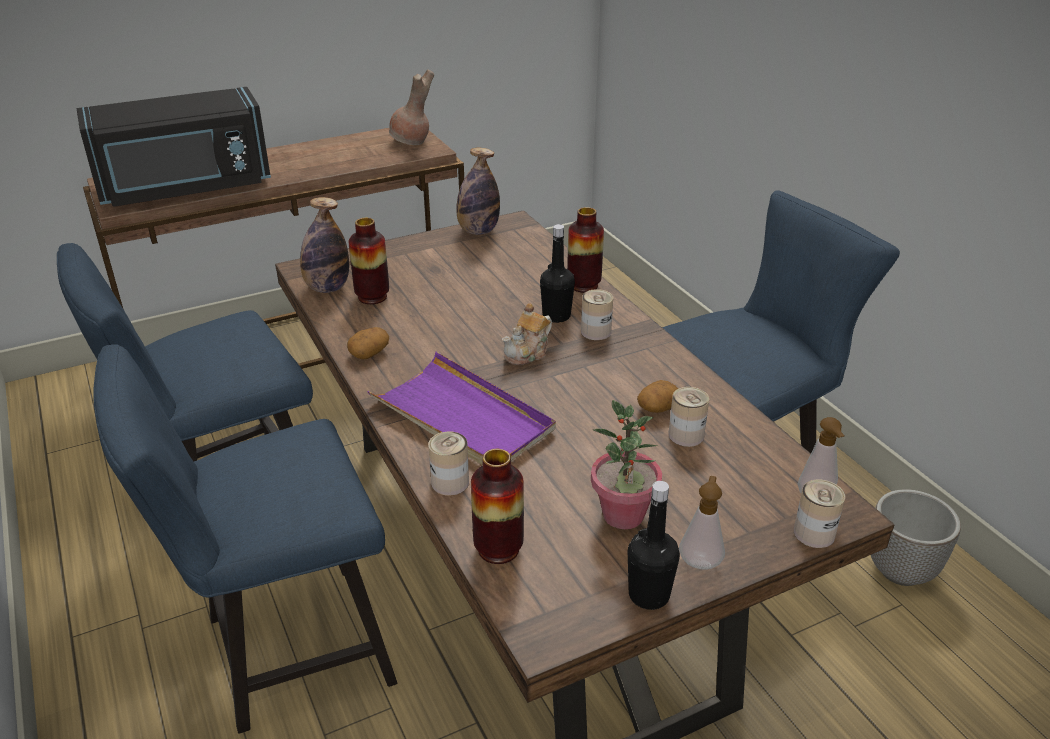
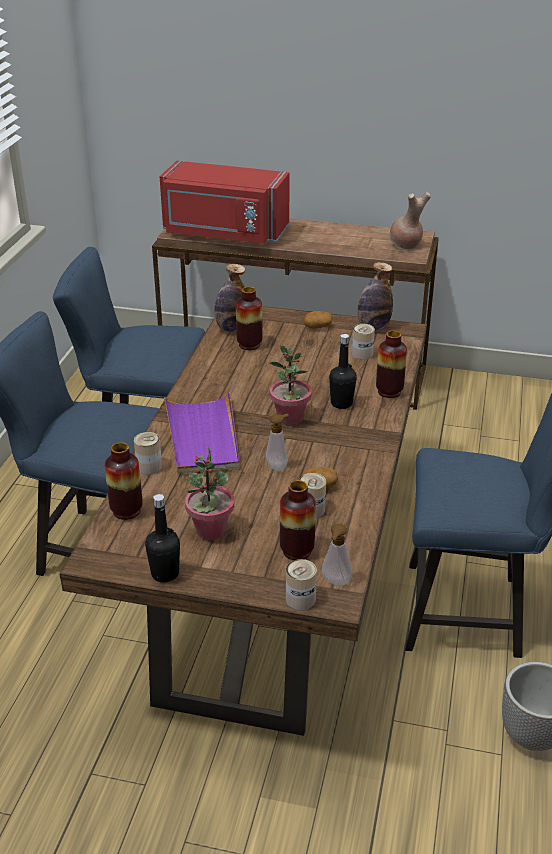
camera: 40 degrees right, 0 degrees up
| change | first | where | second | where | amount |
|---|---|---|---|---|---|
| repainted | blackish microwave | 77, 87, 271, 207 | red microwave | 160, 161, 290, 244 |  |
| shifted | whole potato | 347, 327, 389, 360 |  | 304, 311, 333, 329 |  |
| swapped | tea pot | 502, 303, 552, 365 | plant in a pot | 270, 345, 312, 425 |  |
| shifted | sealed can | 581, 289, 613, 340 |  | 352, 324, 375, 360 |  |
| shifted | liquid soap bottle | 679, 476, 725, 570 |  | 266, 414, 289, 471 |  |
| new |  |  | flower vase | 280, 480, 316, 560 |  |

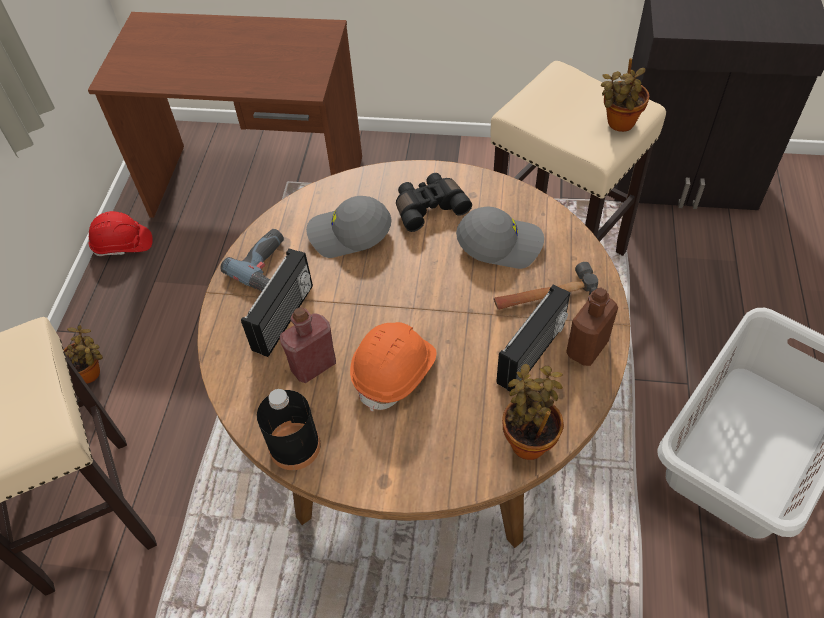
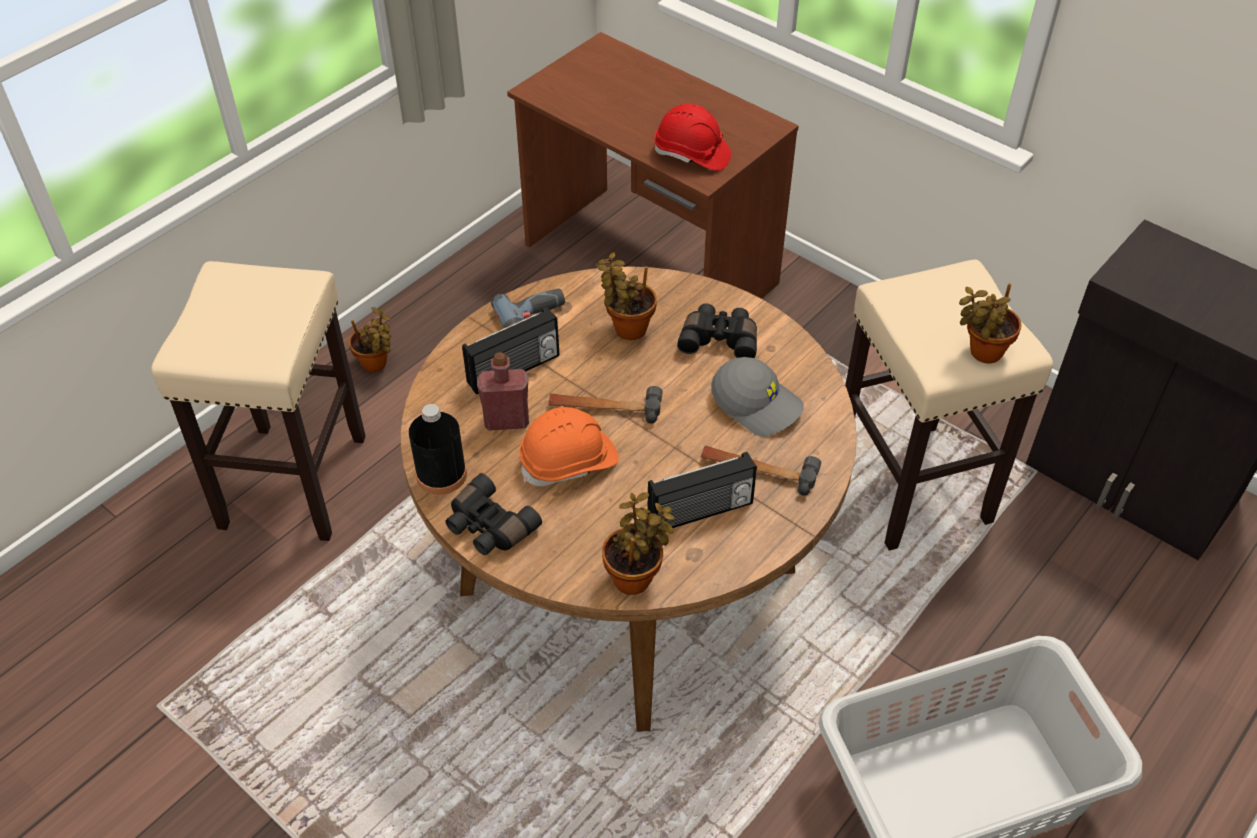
camera: 30 degrees right, 5 degrees down
| change | first | where | second | where | amount |
|---|---|---|---|---|---|
| shifted | red safety helmet | 88, 211, 153, 256 |  | 654, 104, 731, 171 |  |
| swapped | greyish cap | 306, 196, 392, 258 | plant in a pot | 597, 252, 657, 340 |  |
| gone | brownish drink bottle | 566, 287, 618, 366 |  |  |  |
| new |  |  | blackish field glasses | 445, 473, 542, 555 |  |
| new |  |  | hammer | 548, 386, 663, 424 |  |

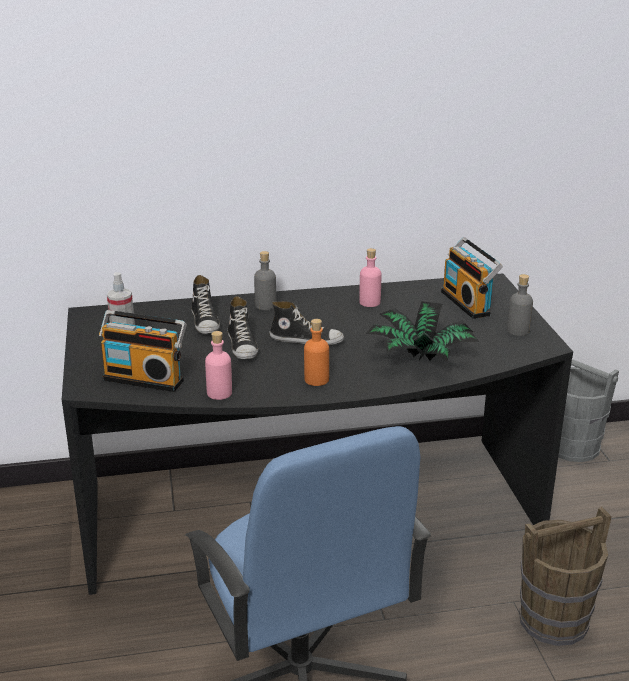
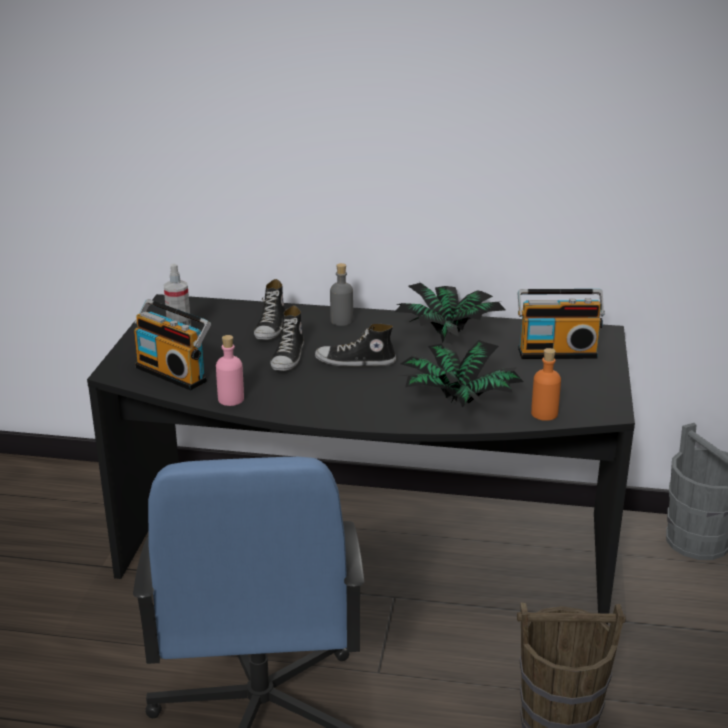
camera: 20 degrees right, 0 degrees up
| change | first | where | second | where | amount |
|---|---|---|---|---|---|
| rotated | low shoe | 269, 301, 344, 345 |  | 315, 324, 396, 367 | 150 degrees clockwise |
| shifted | orangey drink bottle | 304, 319, 329, 386 |  | 531, 348, 561, 421 |  |
| swapped | pink drink bottle | 359, 248, 381, 307 | plant in a pot | 394, 282, 506, 343 |  |
| rotated | radio set | 441, 237, 503, 319 |  | 517, 289, 605, 359 | 90 degrees counterclockwise |
| gone | greyish drink bottle | 507, 274, 533, 336 |  |  |  |

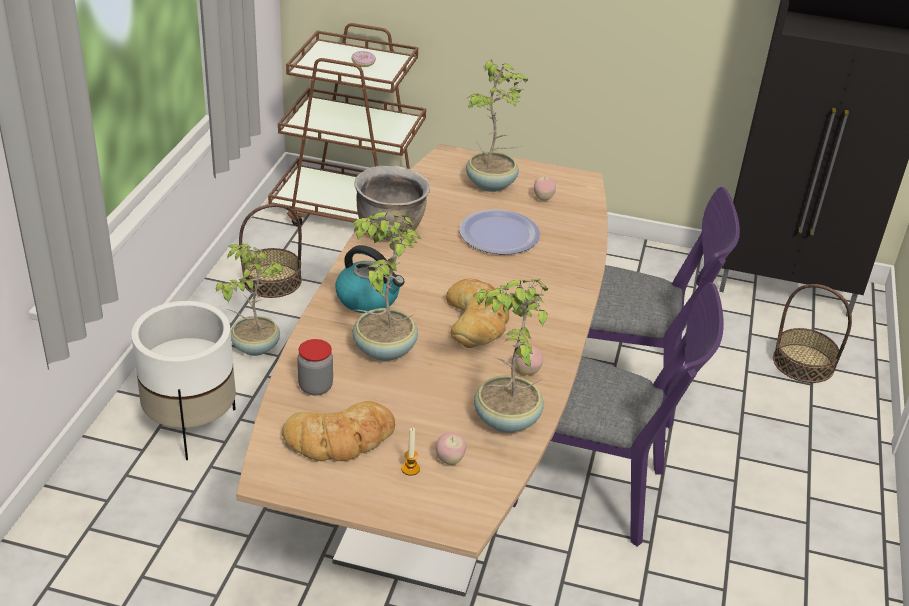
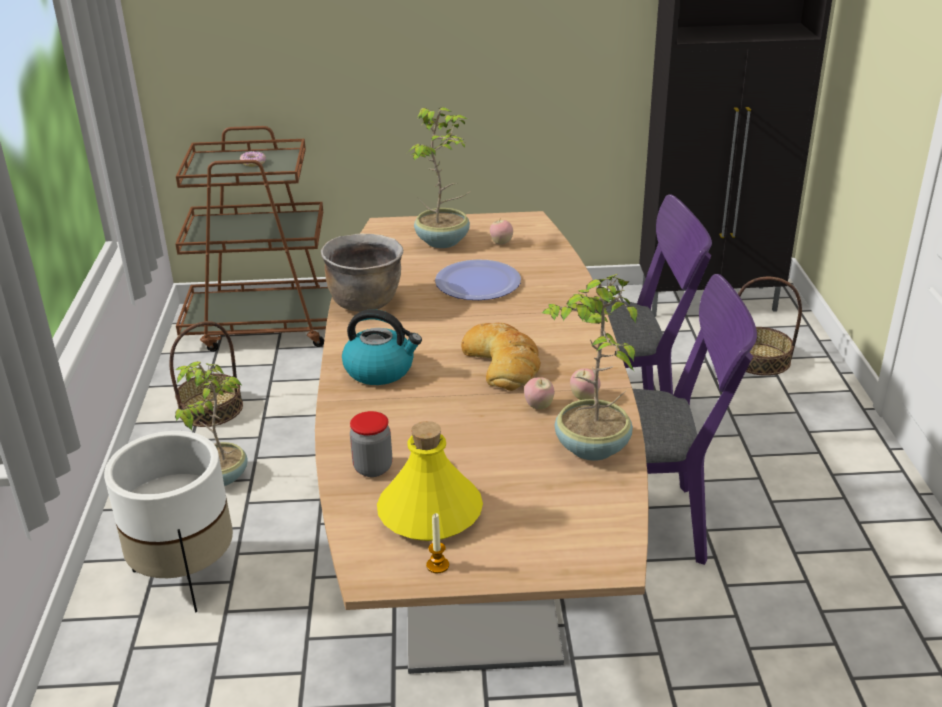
camera: 15 degrees left, 5 degrees down
| change | first | where | second | where | amount |
|---|---|---|---|---|---|
| swapped | baked bread | 282, 401, 395, 461 | yellow-coloured drink bottle | 377, 421, 483, 541 |  |
| gone | plant in a pot | 351, 212, 421, 361 |  |  |  |
| shifted | wax light | 401, 428, 420, 476 |  | 426, 513, 449, 573 |  |
| shifted | apple | 436, 432, 466, 465 |  | 524, 377, 554, 410 |  |

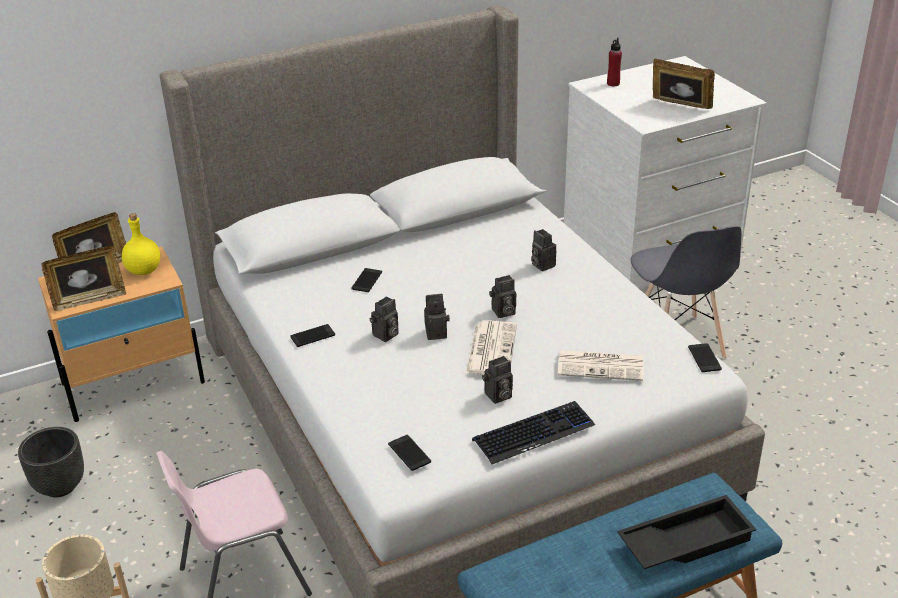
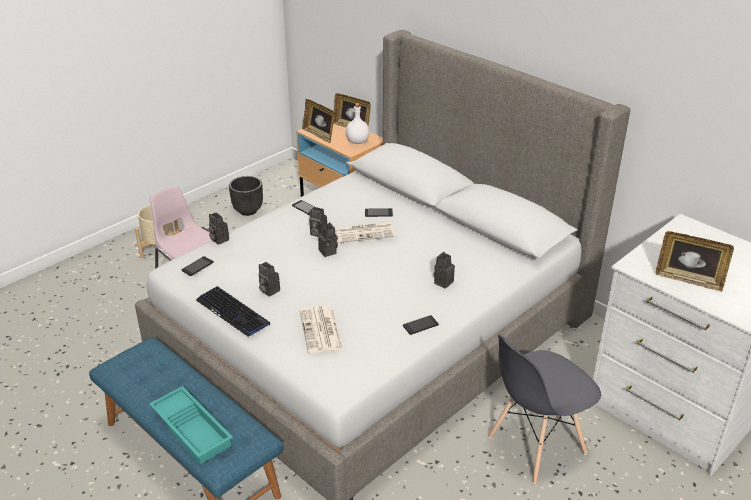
camera: 70 degrees right, 0 degrees up
| change | first | where | second | where | amount |
|---|---|---|---|---|---|
| repainted | yellow-coloured drink bottle | 122, 213, 160, 275 | white drink bottle | 346, 103, 370, 144 |  |
| shifted | printed paper | 466, 321, 517, 375 |  | 335, 222, 395, 243 |  |
| shifted | photo camera | 489, 275, 516, 318 |  | 209, 212, 229, 245 |  |
| gone | red drink bottle | 607, 38, 622, 86 |  |  |  |
| repainted | blackish tray | 617, 495, 756, 569 | turquoise tray | 149, 386, 233, 464 |  |
| rotated | picture frame | 653, 58, 715, 109 |  | 656, 231, 734, 292 | 105 degrees clockwise |
| shifted | phone | 688, 343, 722, 372 |  | 403, 315, 439, 335 |  |

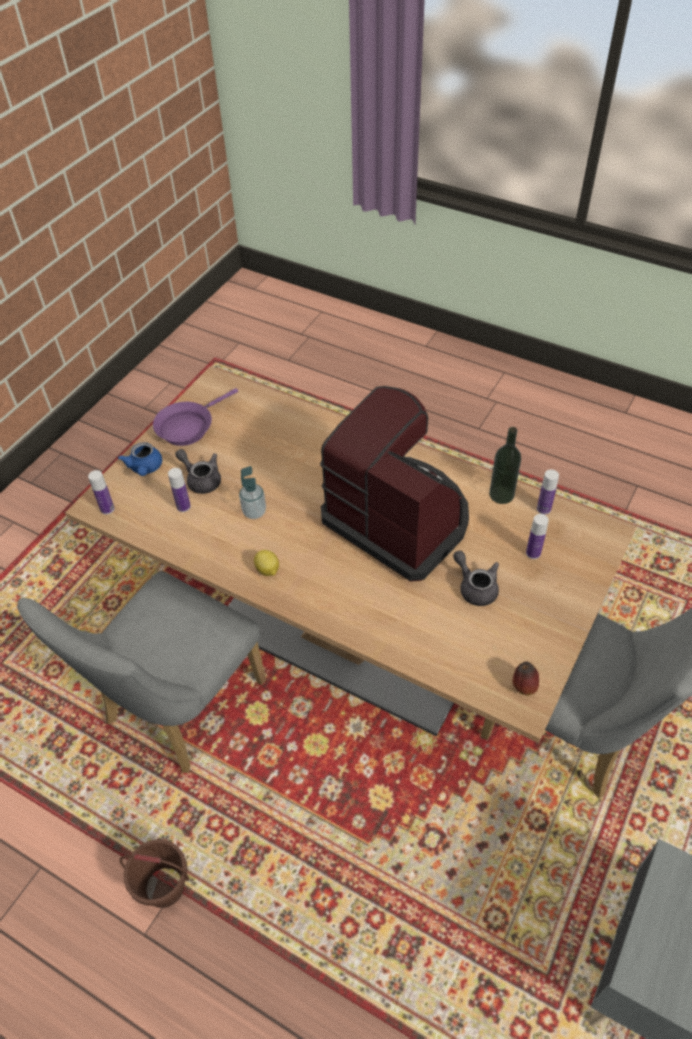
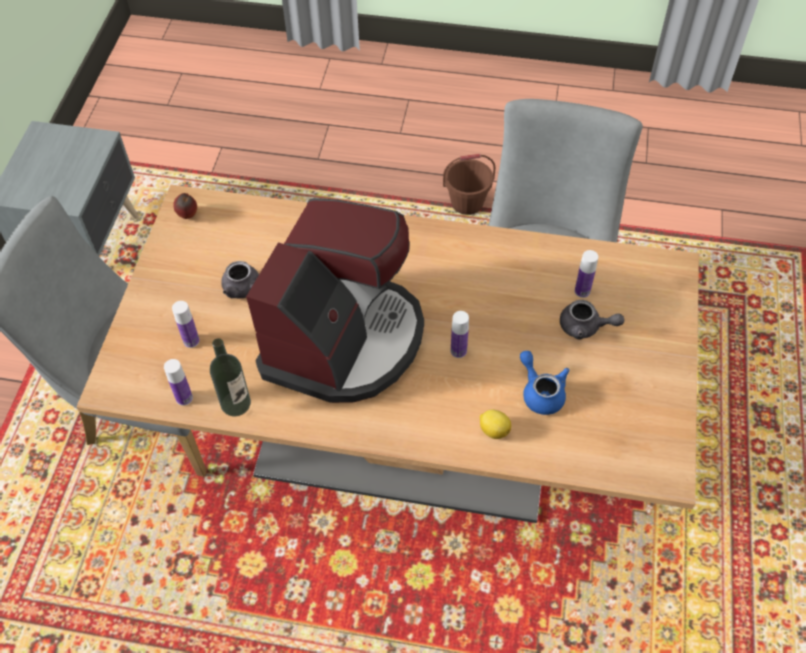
camera: 160 degrees right, 5 degrees up
| change | first | where | second | where | amount |
|---|---|---|---|---|---|
| shifted | drink bottle | 88, 470, 115, 514 |  | 451, 311, 469, 358 |  |
| shifted | blue tea pot | 118, 442, 162, 476 |  | 520, 351, 570, 415 |  |
| gone | purple skillet | 153, 388, 238, 446 |  |  |  |
| gone | liquid soap bottle | 239, 466, 266, 519 |  |  |  |
| shifted | whole lemon | 254, 550, 279, 576 |  | 480, 410, 511, 439 |  |
| rotated | coffee maker | 320, 386, 469, 582 |  | 246, 198, 424, 403 | 90 degrees counterclockwise |

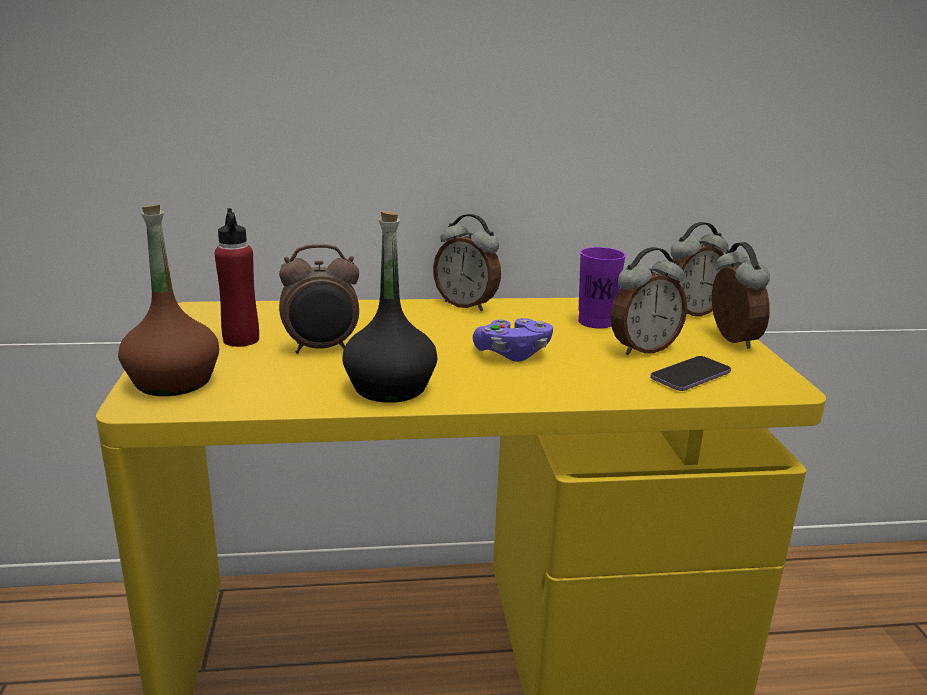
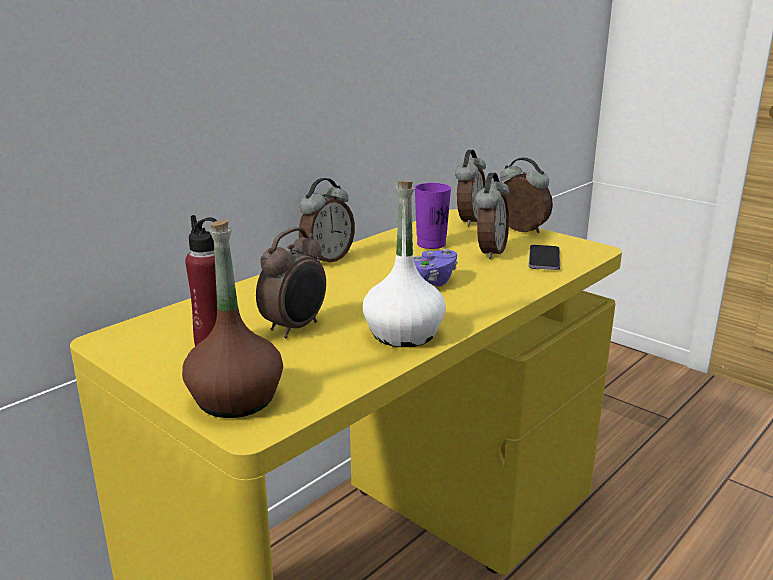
camera: 40 degrees left, 0 degrees up
| change | first | where | second | where | amount |
|---|---|---|---|---|---|
| repainted | blackish drink bottle | 342, 211, 437, 403 | white drink bottle | 363, 181, 446, 347 |  |
| rotated | alarm clock | 433, 214, 501, 311 |  | 299, 178, 355, 262 | 45 degrees counterclockwise |

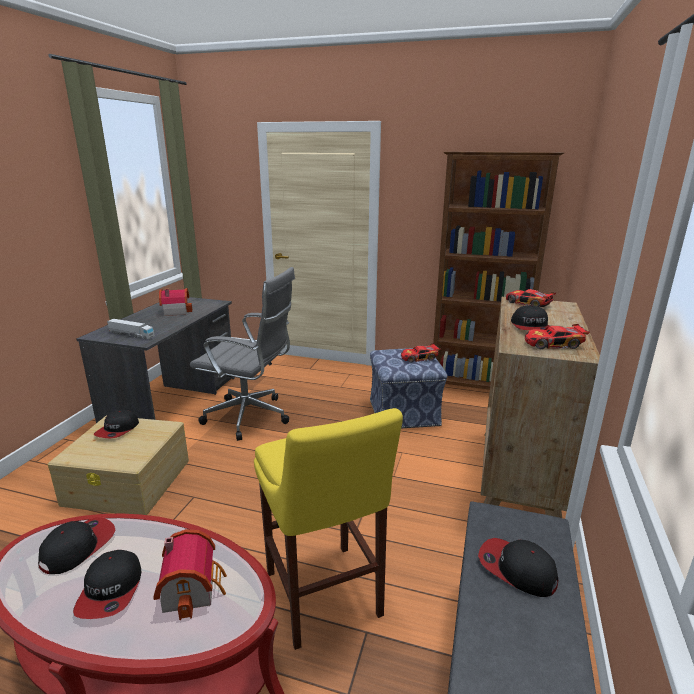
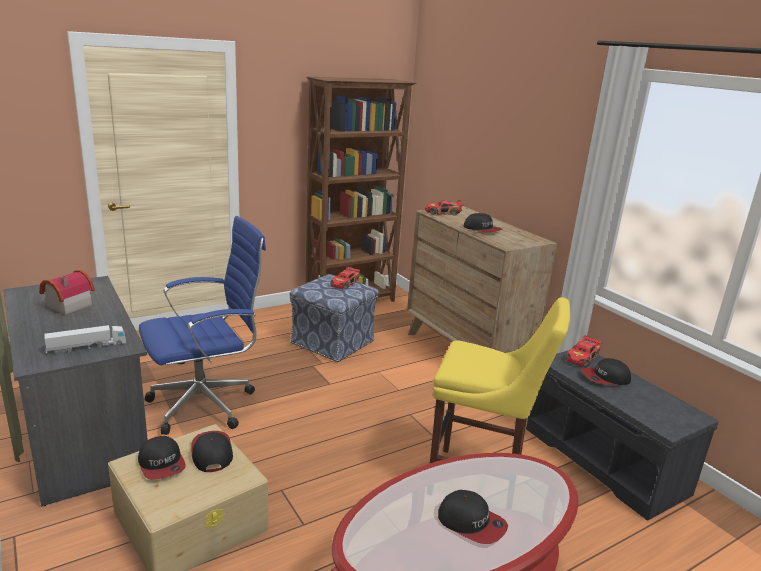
camera: 50 degrees left, 0 degrees up
| change | first | where | second | where | amount |
|---|---|---|---|---|---|
| shifted | cap | 38, 517, 115, 574 |  | 191, 431, 233, 472 |  |
| gone | toy house | 153, 529, 227, 620 |  |  |  |
| repainted | greyish office chair | 190, 267, 295, 441 | blue office chair | 139, 216, 266, 435 |  |
| shifted | model car | 525, 324, 590, 349 |  | 566, 335, 602, 367 |  |

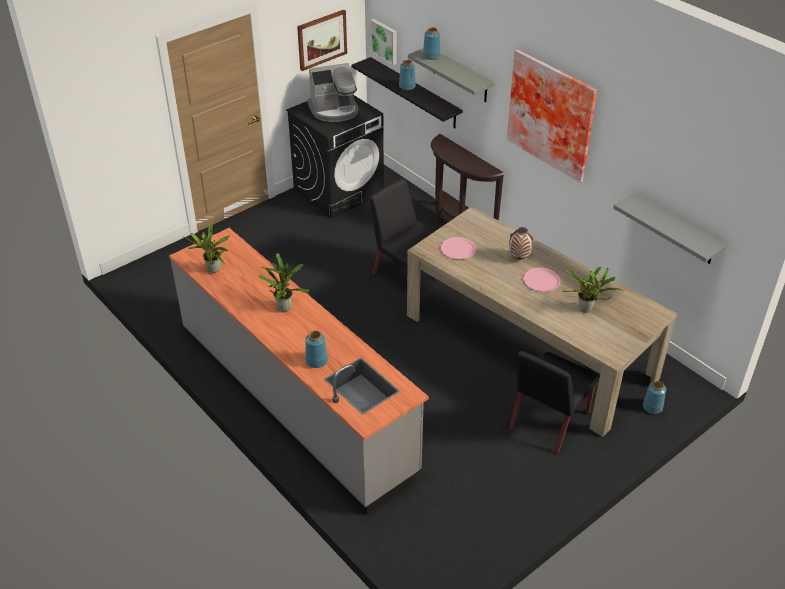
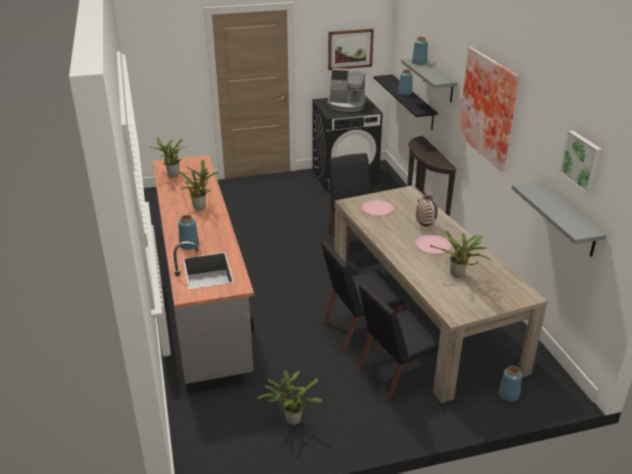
camera: 25 degrees right, 10 degrees down
| change | first | where | second | where | amount |
|---|---|---|---|---|---|
| shifted | picture | 370, 19, 397, 65 |  | 559, 131, 602, 194 |  |
| new |  |  | plant in a pot | 257, 370, 322, 425 |  |
| new |  |  | blackish upright chair | 322, 241, 404, 352 |  |

